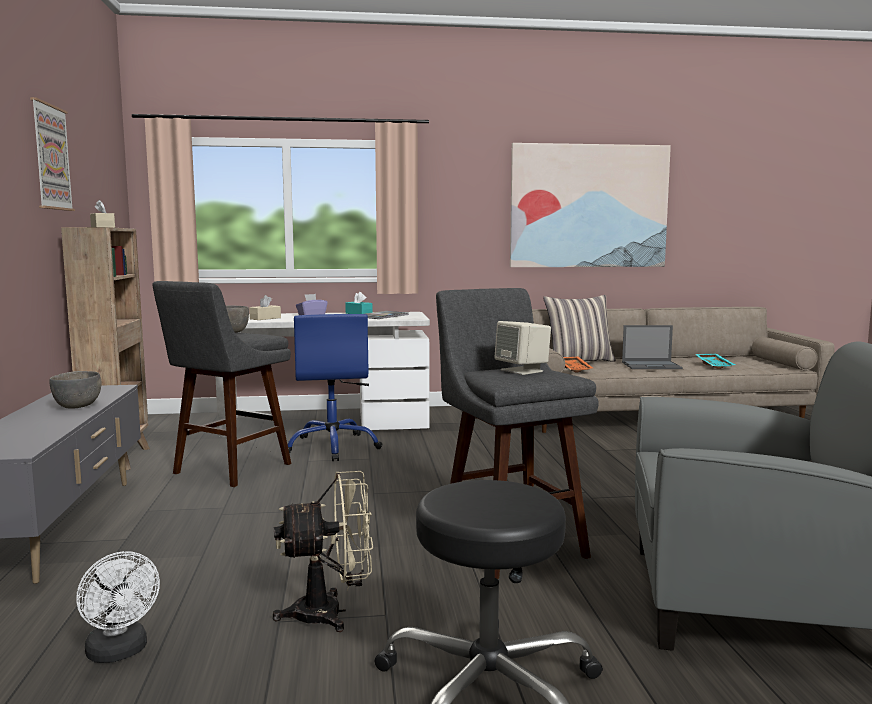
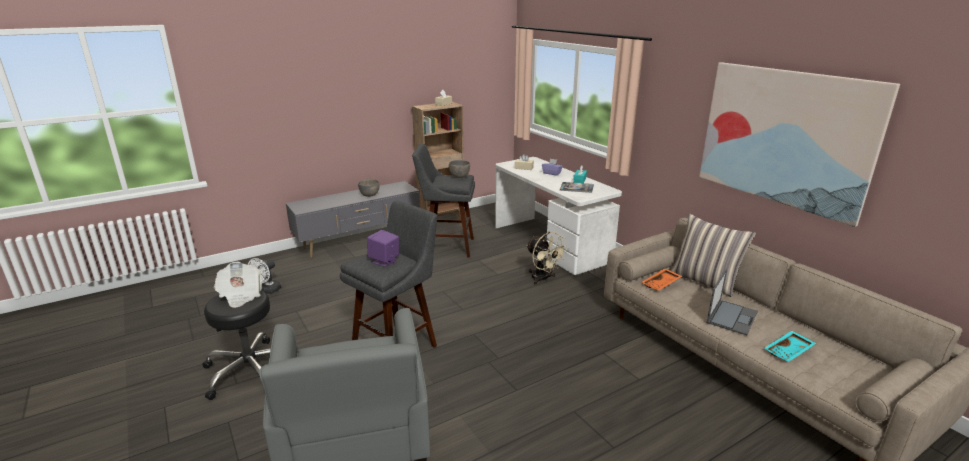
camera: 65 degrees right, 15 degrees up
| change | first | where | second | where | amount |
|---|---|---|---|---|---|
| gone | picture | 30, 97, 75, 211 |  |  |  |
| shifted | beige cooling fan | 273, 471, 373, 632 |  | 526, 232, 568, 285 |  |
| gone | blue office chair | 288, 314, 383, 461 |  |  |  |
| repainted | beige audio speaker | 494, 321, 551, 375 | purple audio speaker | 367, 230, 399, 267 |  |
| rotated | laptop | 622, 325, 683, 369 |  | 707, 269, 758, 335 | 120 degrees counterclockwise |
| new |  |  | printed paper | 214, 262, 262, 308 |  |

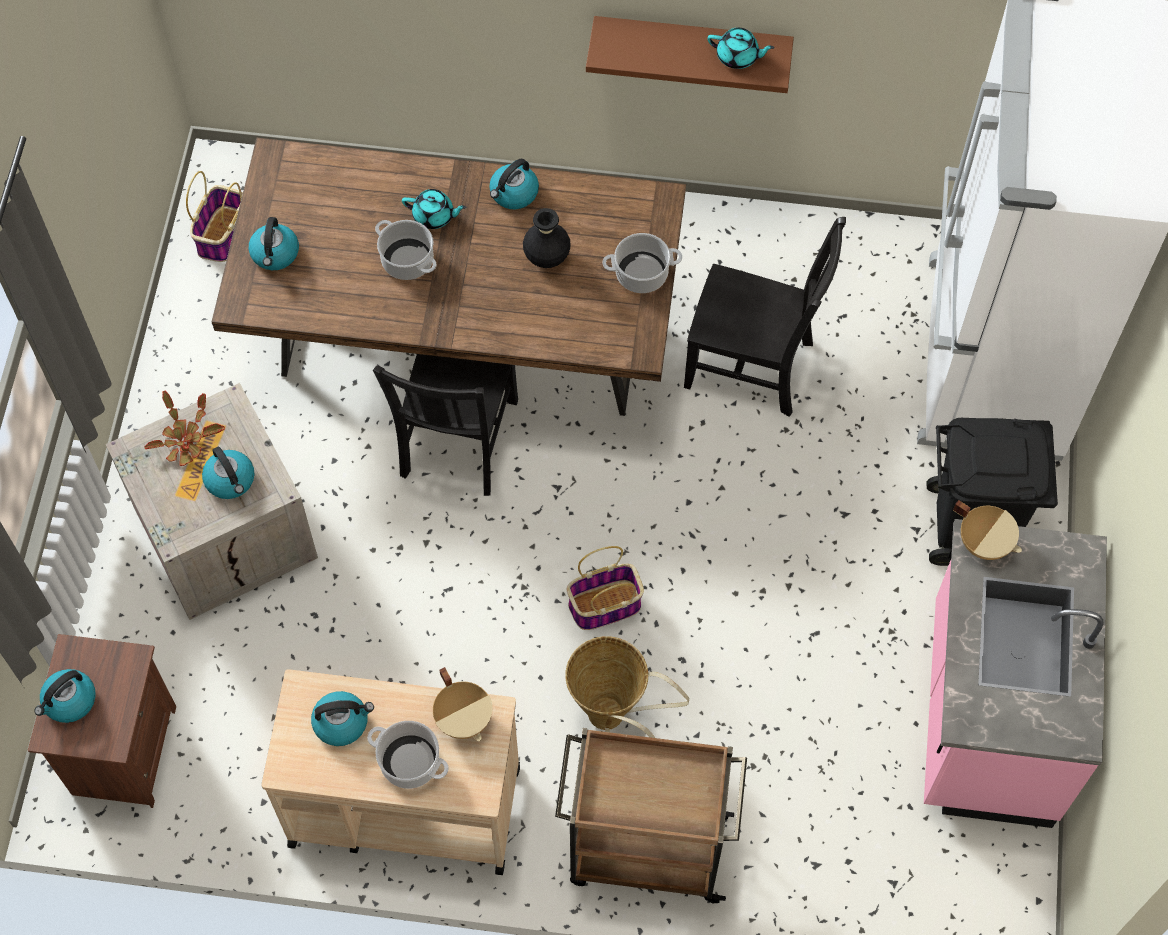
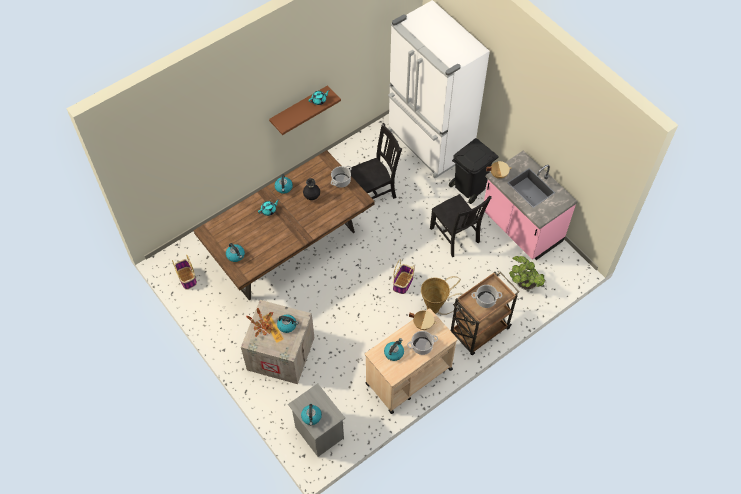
camera: 45 degrees left, 5 degrees down
| change | first | where | second | where | amount |
|---|---|---|---|---|---|
| repainted | brownish nightstand | 28, 634, 176, 808 | greyish nightstand | 288, 383, 345, 457 |  |
| shifted | blackish upright chair | 373, 354, 518, 496 |  | 430, 194, 492, 257 |  |
| shifted | cooking pot | 375, 220, 436, 280 |  | 471, 285, 502, 308 |  |
| new |  |  | plant in a pot | 509, 256, 545, 290 |  |

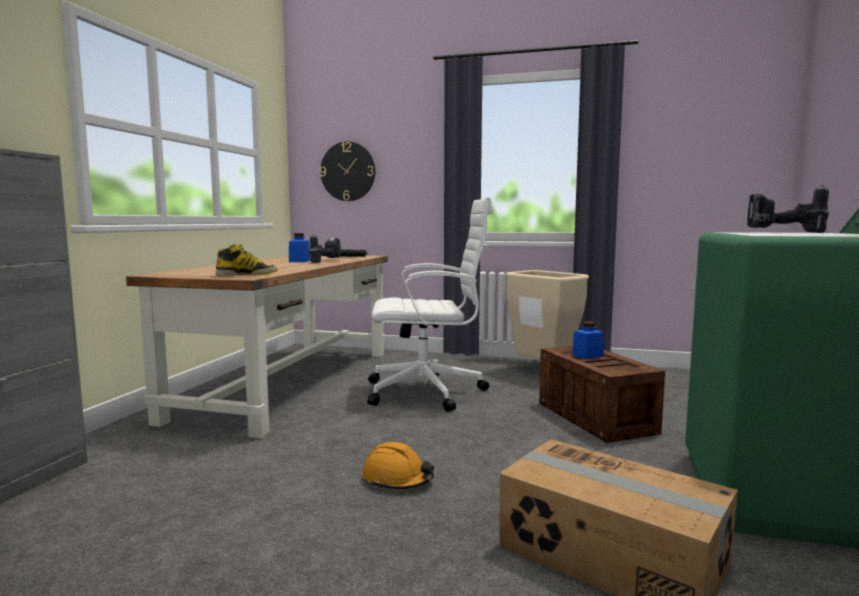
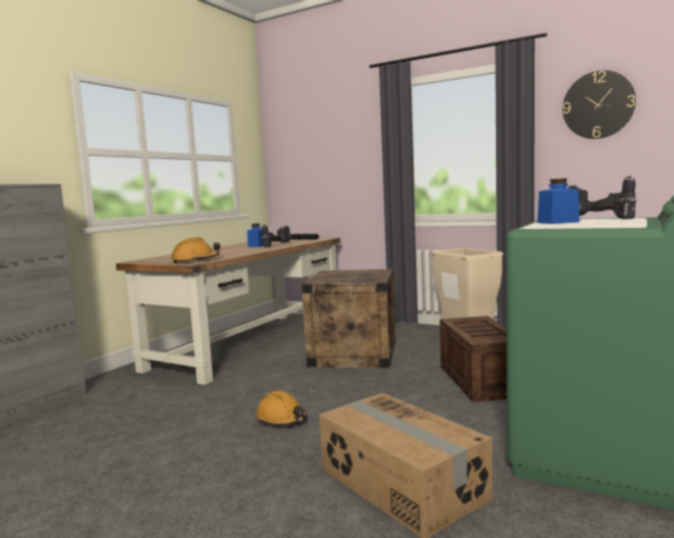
camera: 15 degrees right, 0 degrees up
| change | first | where | second | where | amount |
|---|---|---|---|---|---|
| swapped | high-top boot | 216, 244, 277, 276 | orangey safety helmet | 172, 237, 220, 263 |  |
| shifted | wall clock | 320, 141, 375, 201 |  | 562, 70, 636, 139 |  |
| swapped | white office chair | 367, 197, 492, 412 | packing crate | 301, 269, 396, 368 |  |
| shifted | blue jar | 572, 321, 604, 359 |  | 537, 178, 580, 224 |  |

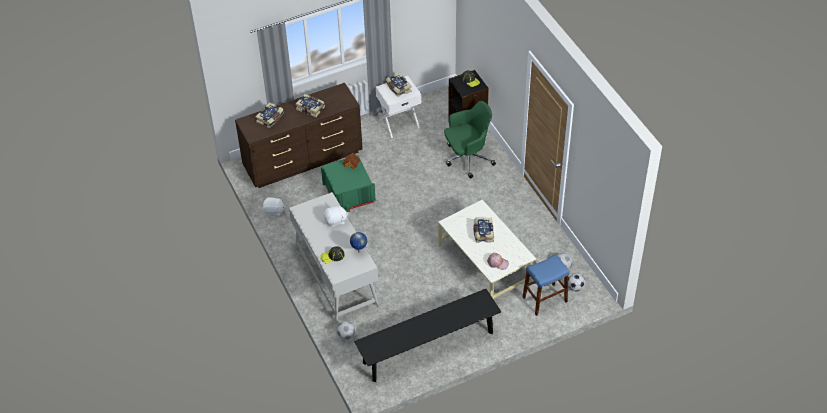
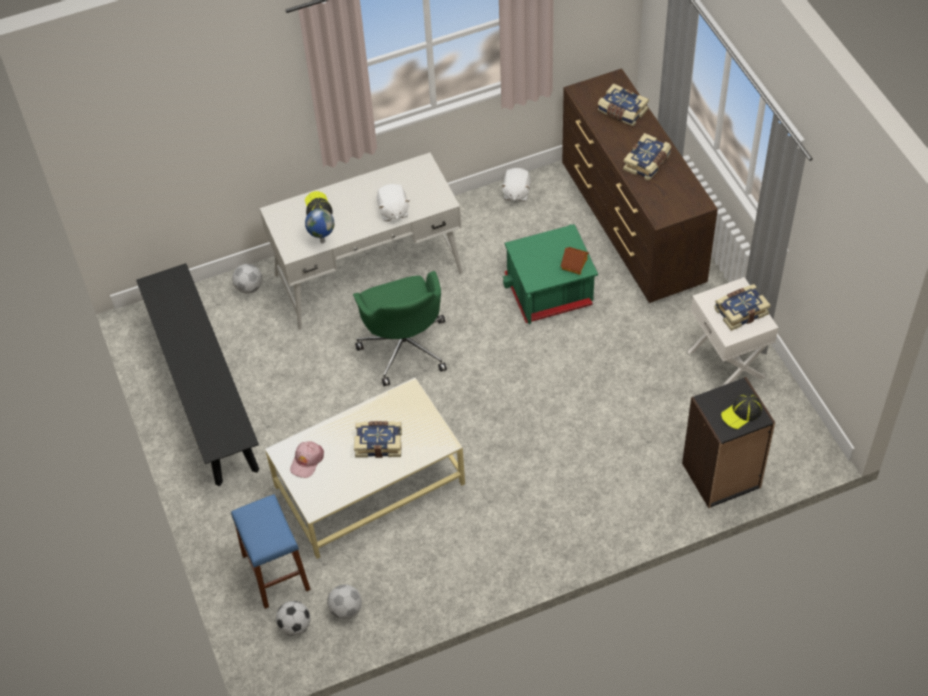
camera: 95 degrees right, 5 degrees up
| change | first | where | second | where | amount |
|---|---|---|---|---|---|
| shifted | green office chair | 444, 101, 496, 178 |  | 353, 271, 447, 386 |  |

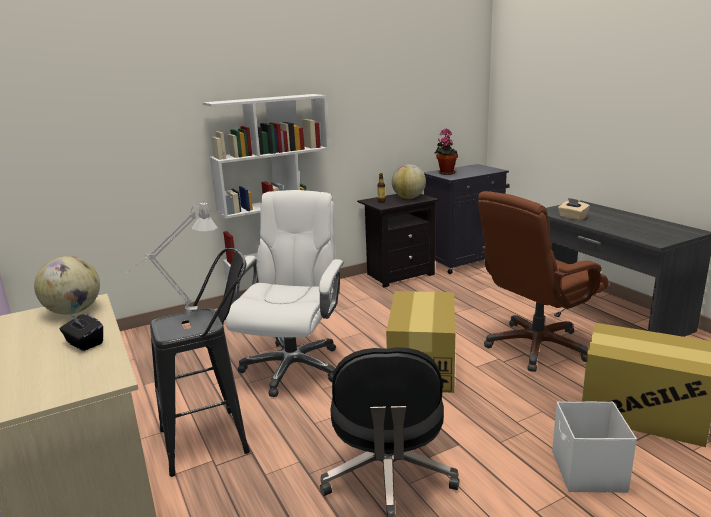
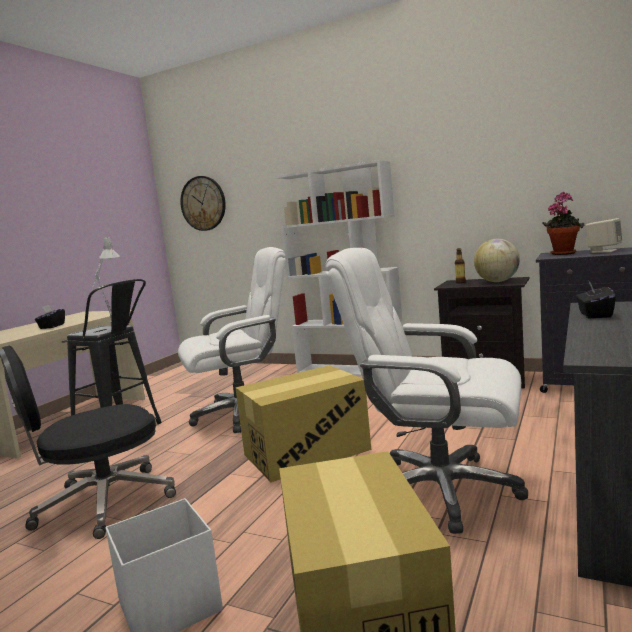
camera: 55 degrees right, 10 degrees down
| change | first | where | second | where | amount |
|---|---|---|---|---|---|
| gone | world globe | 34, 256, 100, 315 |  |  |  |
| repainted | brownish office chair | 478, 191, 608, 372 | white office chair | 325, 248, 528, 534 |  |
| repainted | beige tissue holder | 558, 198, 590, 221 | blackish tissue holder | 576, 282, 616, 318 |  |
| new |  |  | wall clock | 180, 176, 226, 231 |  |
| new |  |  | beige audio speaker | 586, 218, 622, 253 |  |

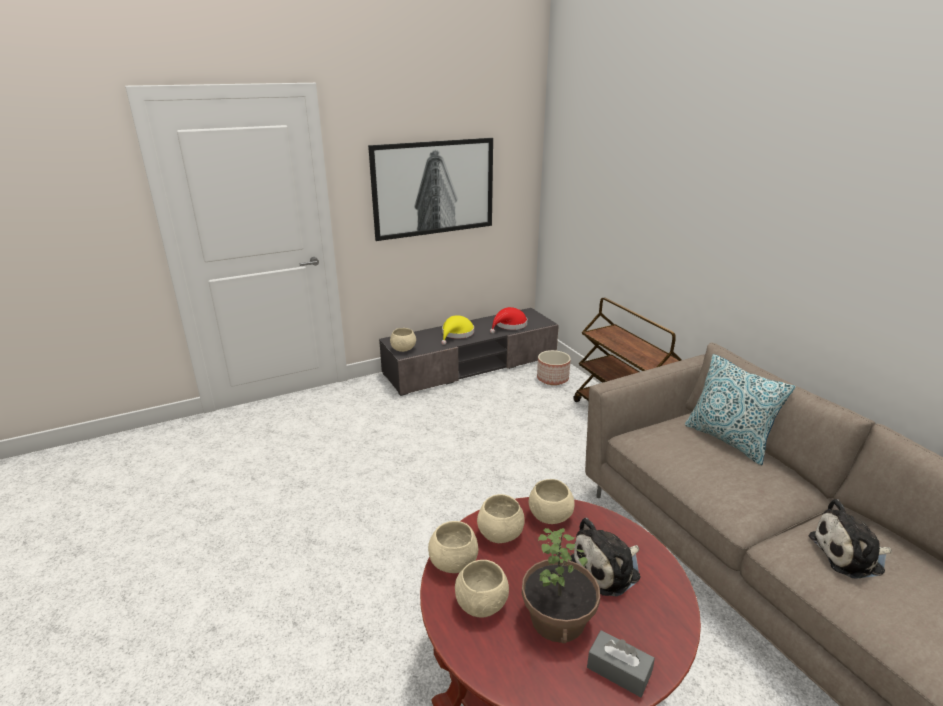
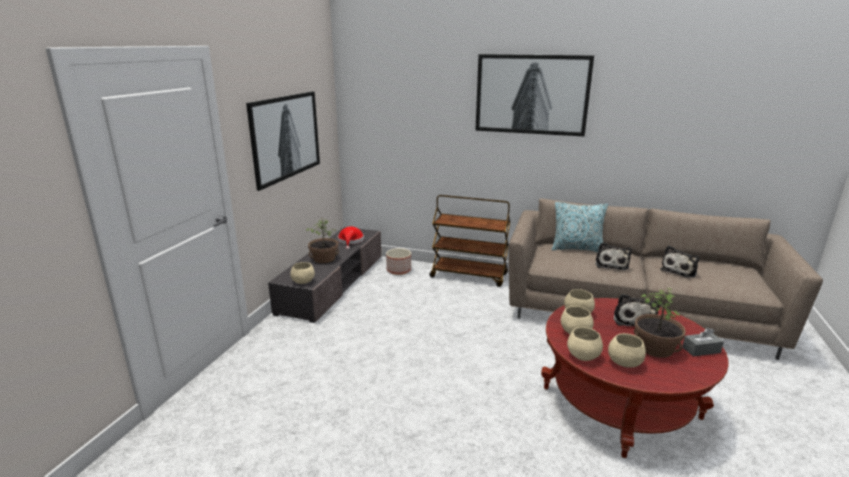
camera: 45 degrees left, 5 degrees down
| change | first | where | second | where | amount |
|---|---|---|---|---|---|
| swapped | yellow-coloured hat | 441, 315, 474, 345 | plant in a pot | 306, 218, 339, 263 |  |
| new |  |  | picture | 475, 54, 594, 137 |  |
| new |  |  | soft toy | 595, 242, 632, 270 |  |

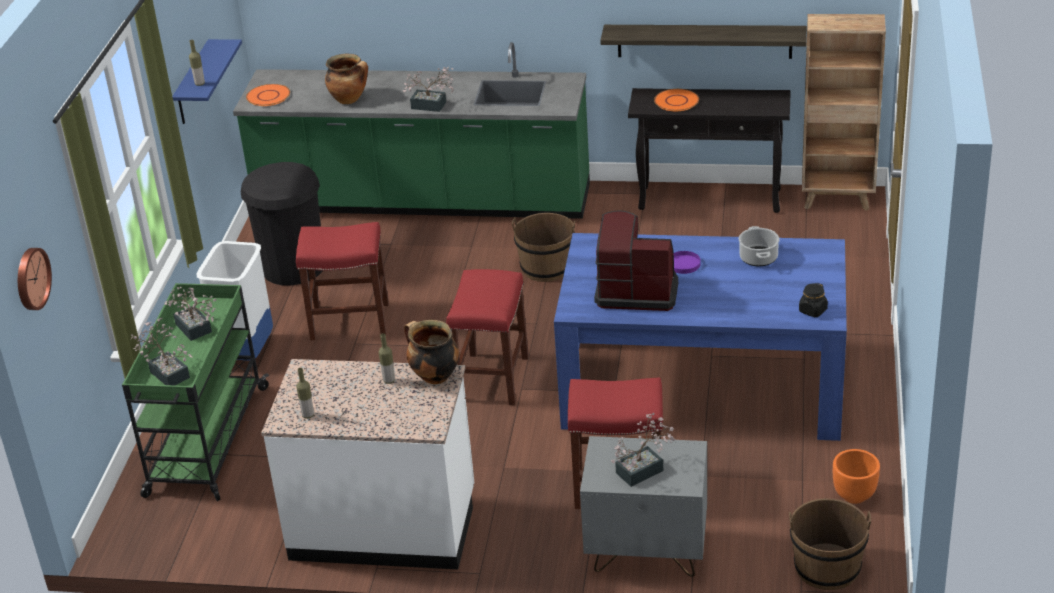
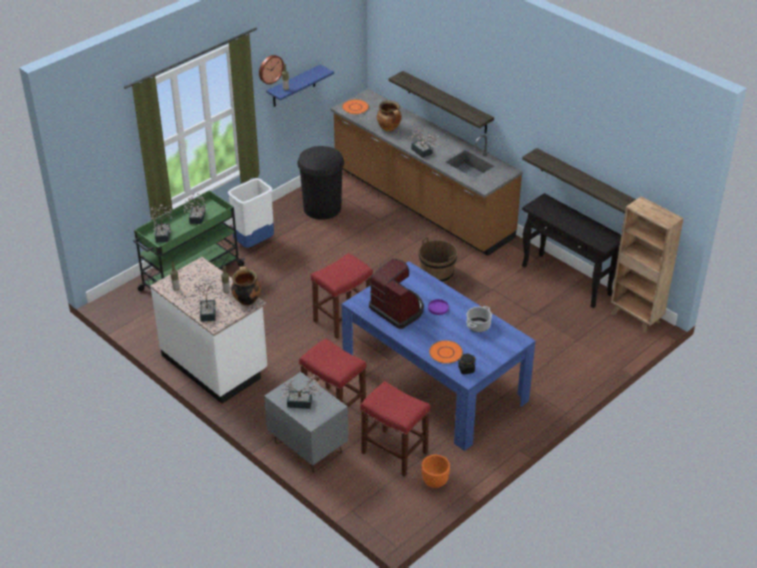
camera: 35 degrees right, 5 degrees up
| change | first | where | second | where | amount |
|---|---|---|---|---|---|
| shifted | wall clock | 18, 248, 52, 310 |  | 259, 55, 284, 84 |  |
| repainted | green kitchen base unit | 233, 42, 590, 219 | brownish kitchen base unit | 330, 89, 523, 256 |  |
| shifted | red sitting stool | 296, 222, 389, 340 |  | 360, 381, 430, 477 |  |
| shifted | orangey flat dish | 654, 89, 699, 111 |  | 429, 340, 463, 364 |  |
| gone | brownish water bucket | 789, 498, 871, 590 |  |  |  |
| new |  |  | plant in a pot | 192, 279, 219, 322 |  |
| new |  |  | bracket shelf | 389, 71, 494, 133 |  |

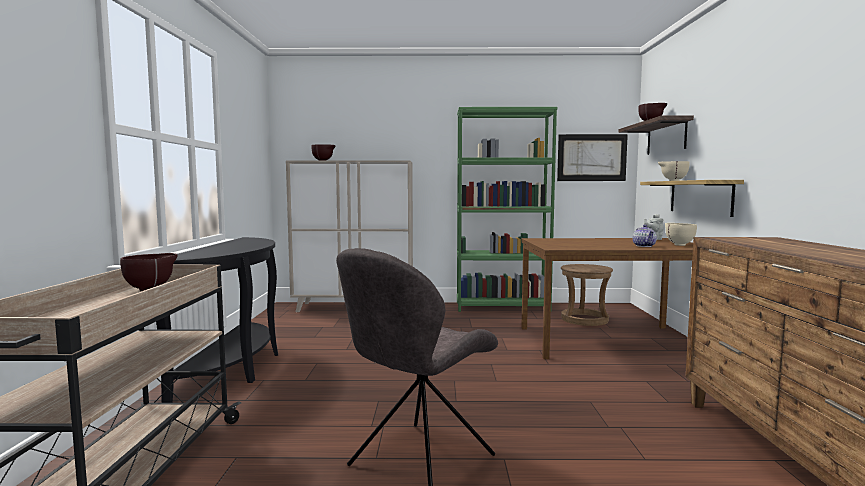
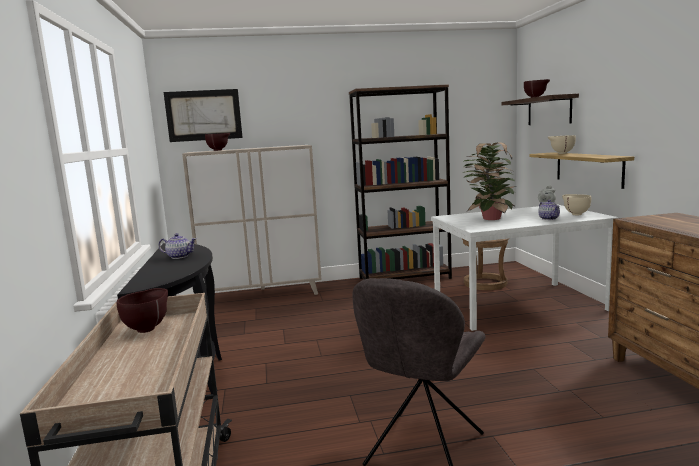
camera: 10 degrees left, 5 degrees up
| change | first | where | second | where | amount |
|---|---|---|---|---|---|
| repainted | green bookshelf | 457, 107, 557, 312 | brownish bookshelf | 349, 84, 452, 279 |  |
| repainted | brownish kitchen table | 521, 238, 693, 359 | white kitchen table | 431, 205, 619, 331 |  |
| shifted | picture | 557, 134, 628, 181 |  | 164, 89, 243, 142 |  |
| new |  |  | tea pot | 159, 233, 197, 259 |  |
| new |  |  | plant in a pot | 463, 142, 516, 220 |  |

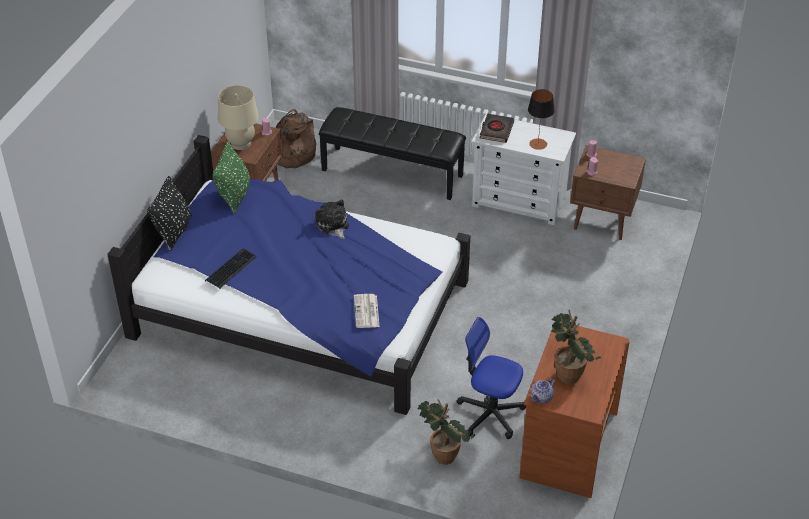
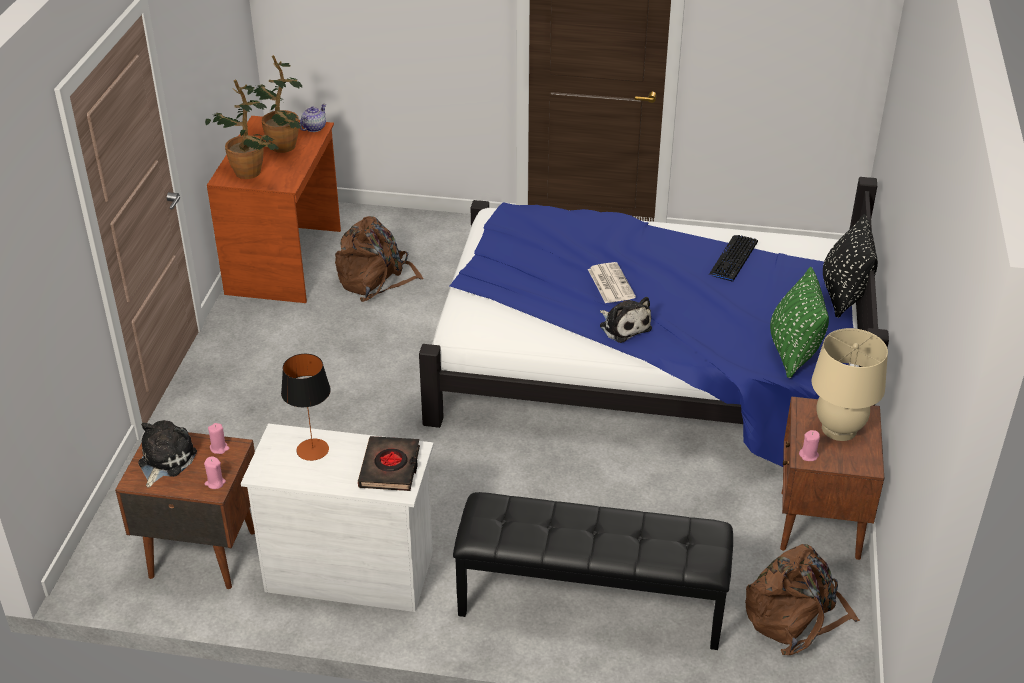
camera: 170 degrees right, 5 degrees down
| change | first | where | second | where | amount |
|---|---|---|---|---|---|
| shifted | printed paper | 354, 294, 380, 328 |  | 588, 262, 636, 303 |  |
| shifted | plant in a pot | 417, 399, 475, 465 |  | 205, 80, 279, 179 |  |
| swapped | office chair | 456, 317, 526, 439 | brownish backpack | 335, 216, 424, 302 |  |
| new |  |  | soft toy | 138, 420, 197, 488 |  |

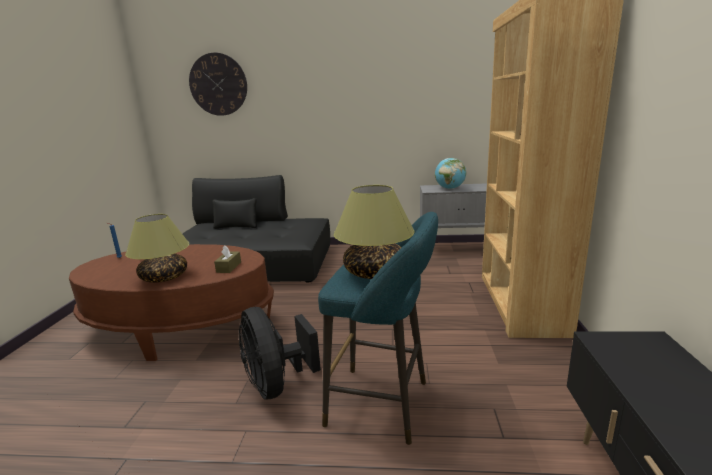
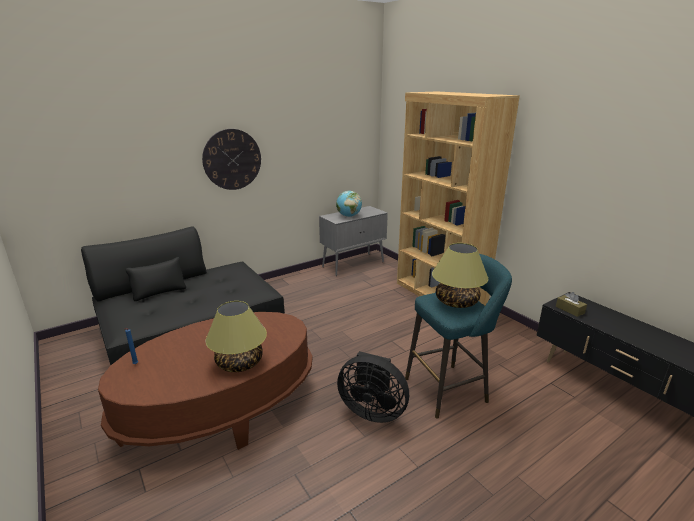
camera: 40 degrees left, 5 degrees up
| change | first | where | second | where | amount |
|---|---|---|---|---|---|
| shifted | wall clock | 189, 53, 247, 116 |  | 202, 129, 261, 190 |  |
| shifted | brownish tissue holder | 214, 245, 241, 273 |  | 556, 292, 587, 317 |  |

